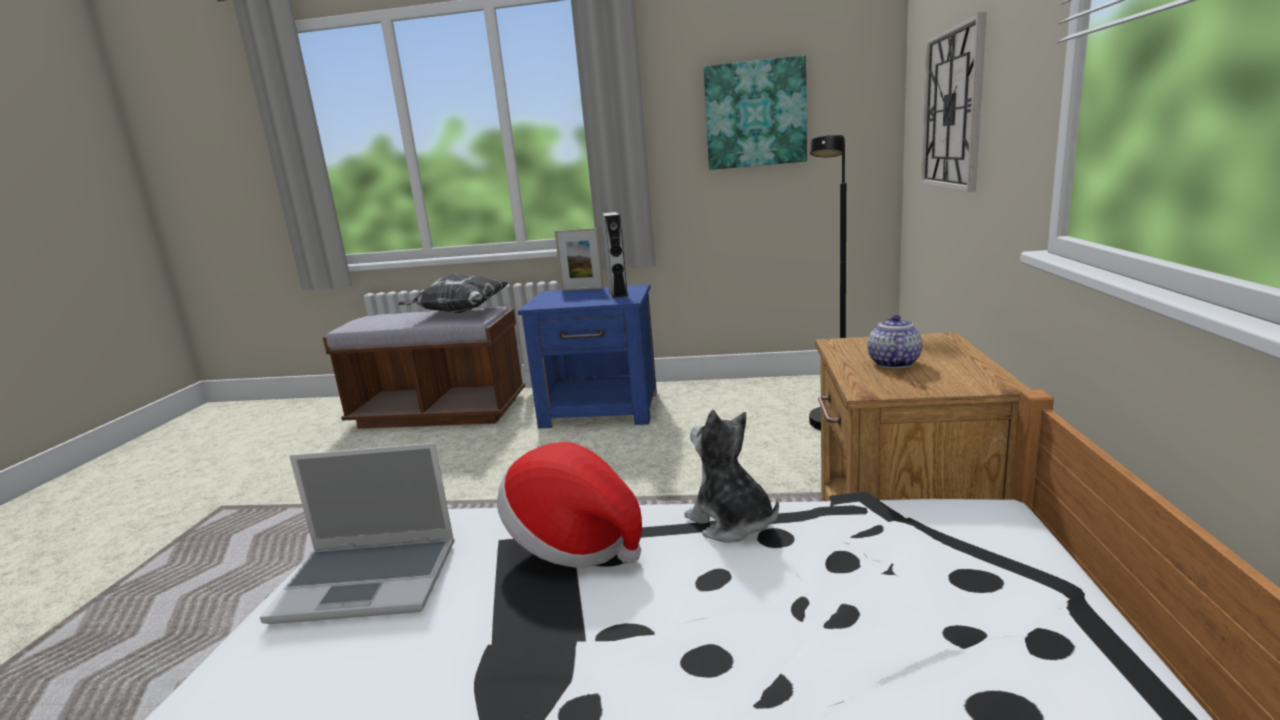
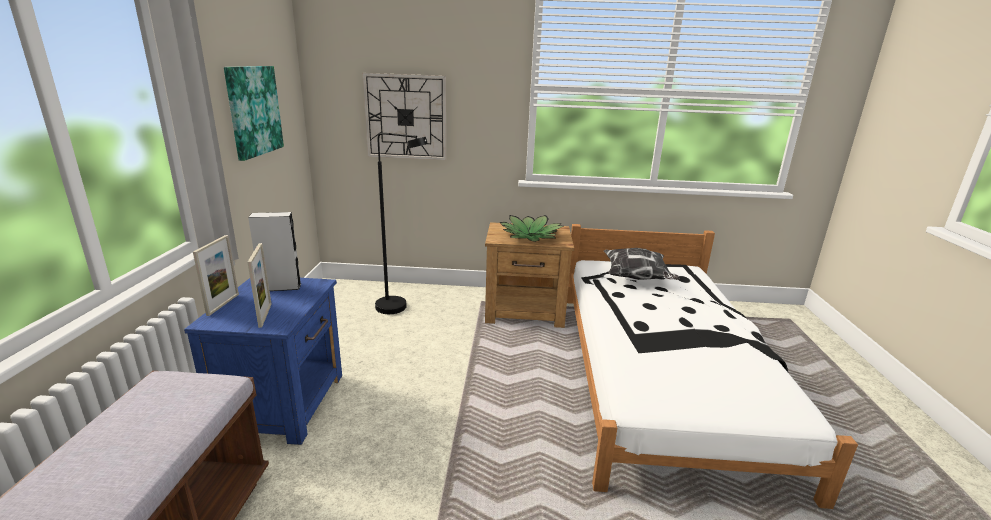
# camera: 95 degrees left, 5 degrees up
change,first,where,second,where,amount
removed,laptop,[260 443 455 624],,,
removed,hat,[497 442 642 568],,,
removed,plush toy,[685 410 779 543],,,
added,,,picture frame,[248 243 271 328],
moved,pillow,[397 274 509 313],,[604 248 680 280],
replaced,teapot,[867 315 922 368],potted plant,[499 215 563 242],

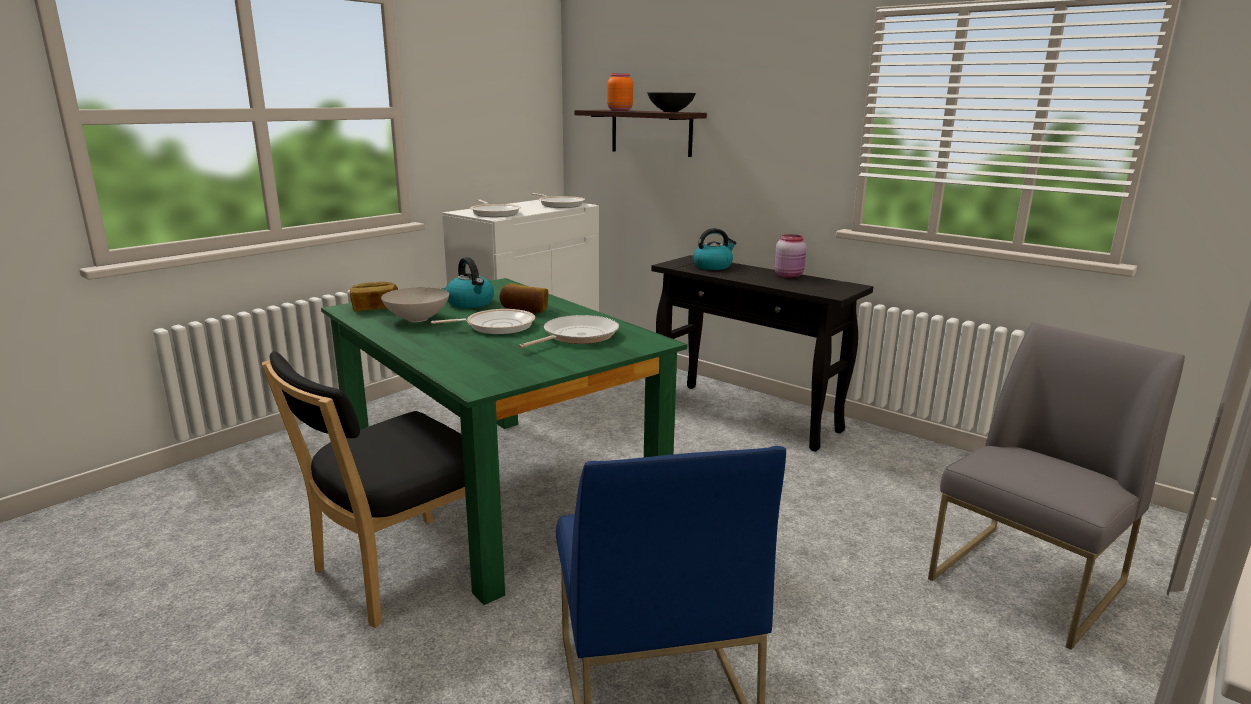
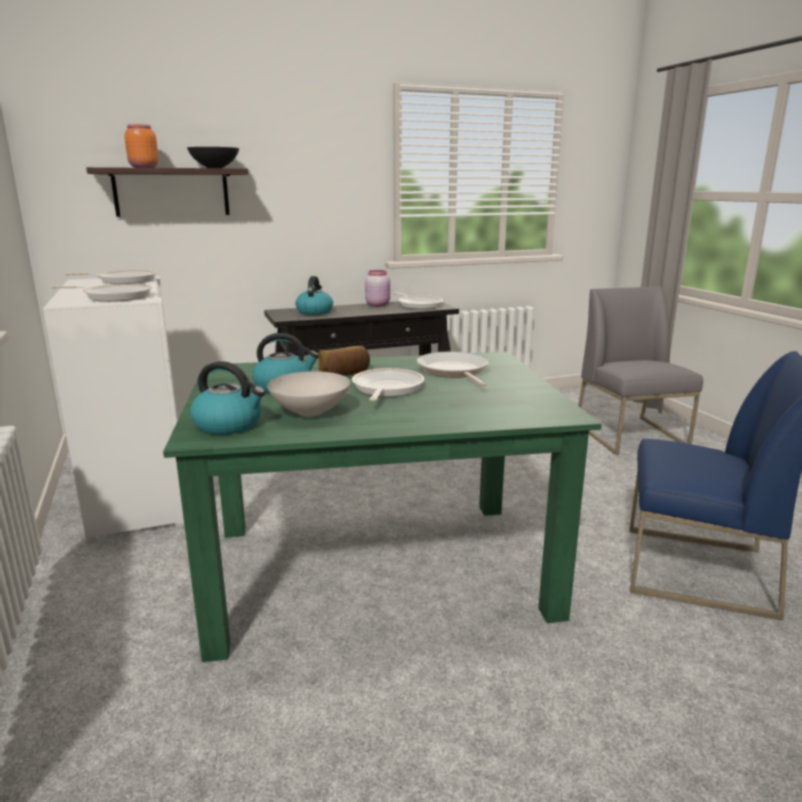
# camera: 60 degrees left, 0 degrees up
change,first,where,second,where,amount
removed,chair in black,[262 351 465 628],,,
added,,,frying pan,[393 292 443 309],
replaced,bread,[350 282 398 311],kettle,[190 361 265 435],

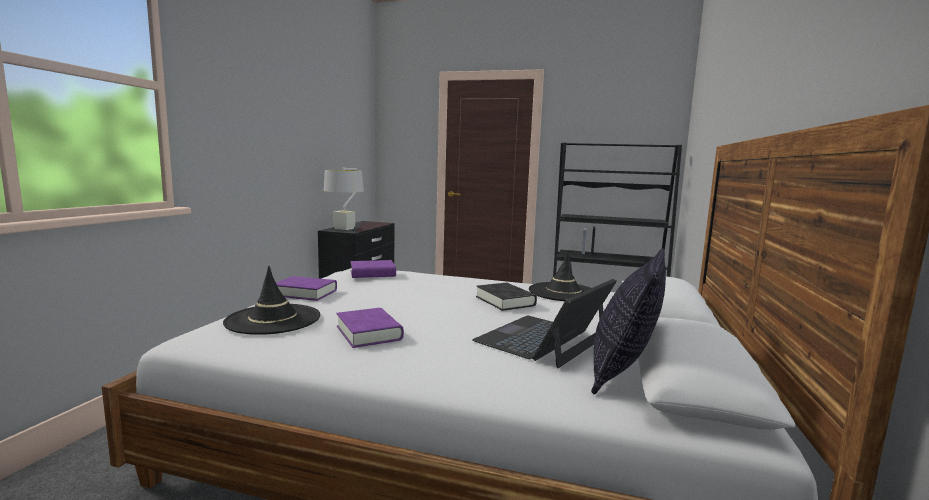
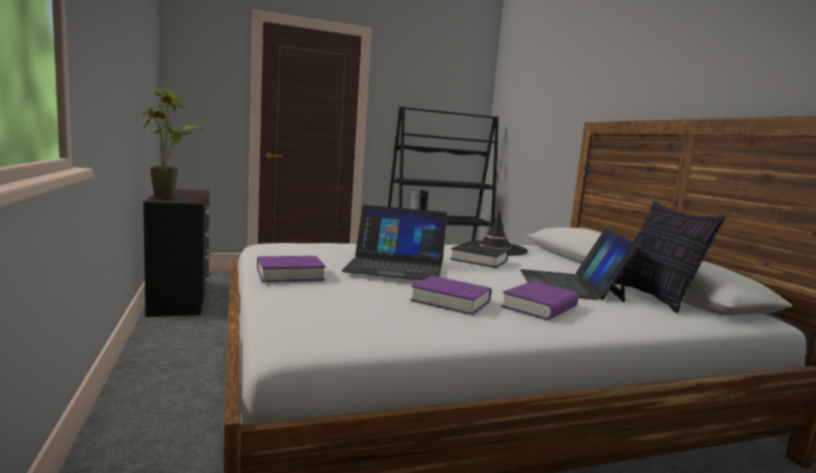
# camera: 35 degrees left, 0 degrees up
change,first,where,second,where,amount
removed,hat in black,[223 266 320 335],,,
added,,,laptop,[342 205 447 280],
moved,book in purple,[350 260 396 278],,[501 281 578 320],
replaced,table lamp in grey,[324 168 364 230],potted plant,[143 89 204 199],

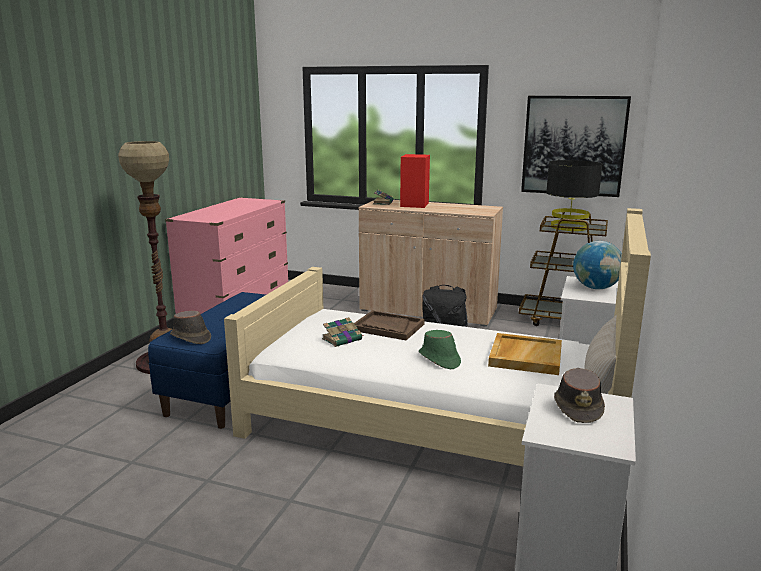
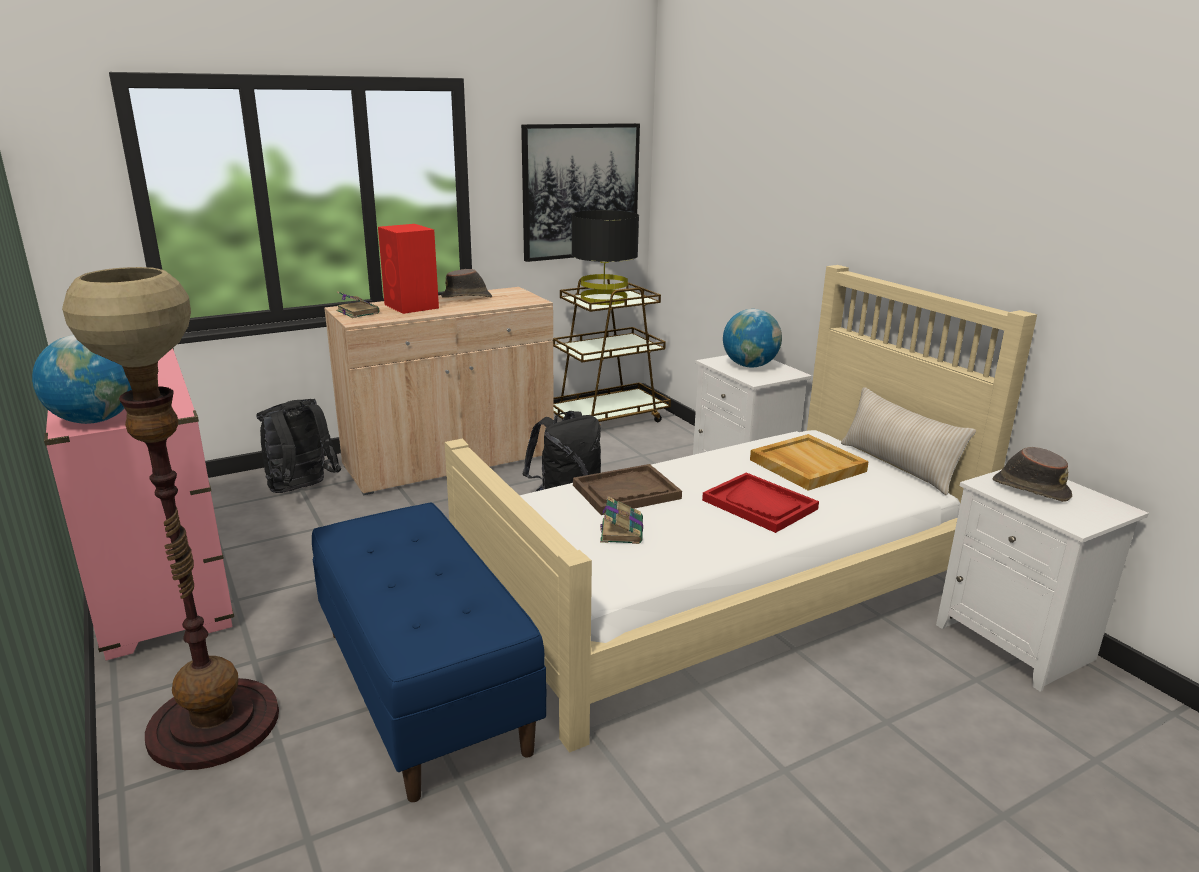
# camera: 50 degrees left, 5 degrees up
change,first,where,second,where,amount
added,,,globe,[32 335 132 424],
added,,,backpack in black,[256 399 341 493],
moved,hat in brown,[170 311 211 344],,[441 269 492 298],
replaced,hat in green,[419 330 461 369],tray in red,[702 473 819 533],

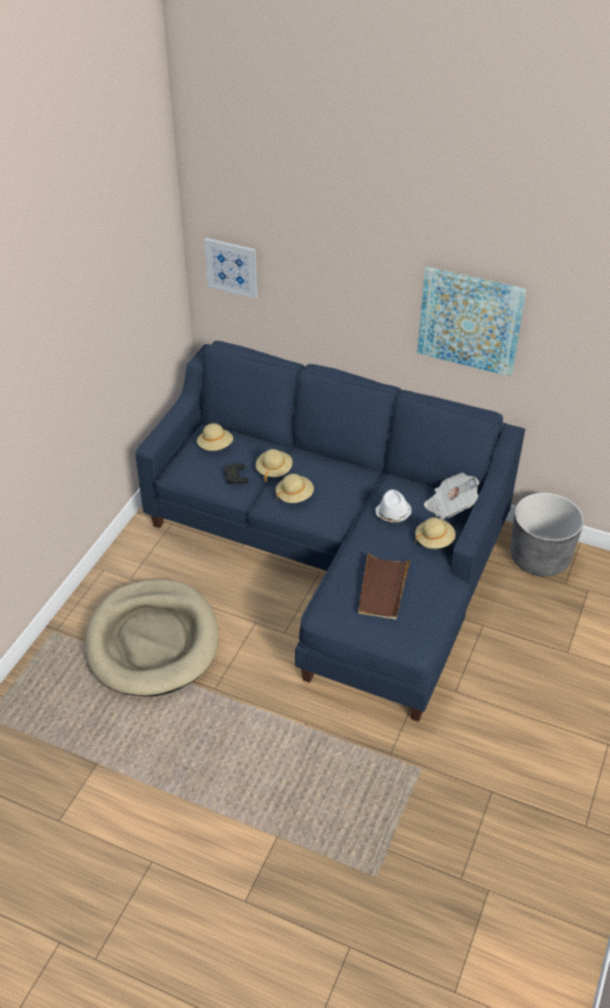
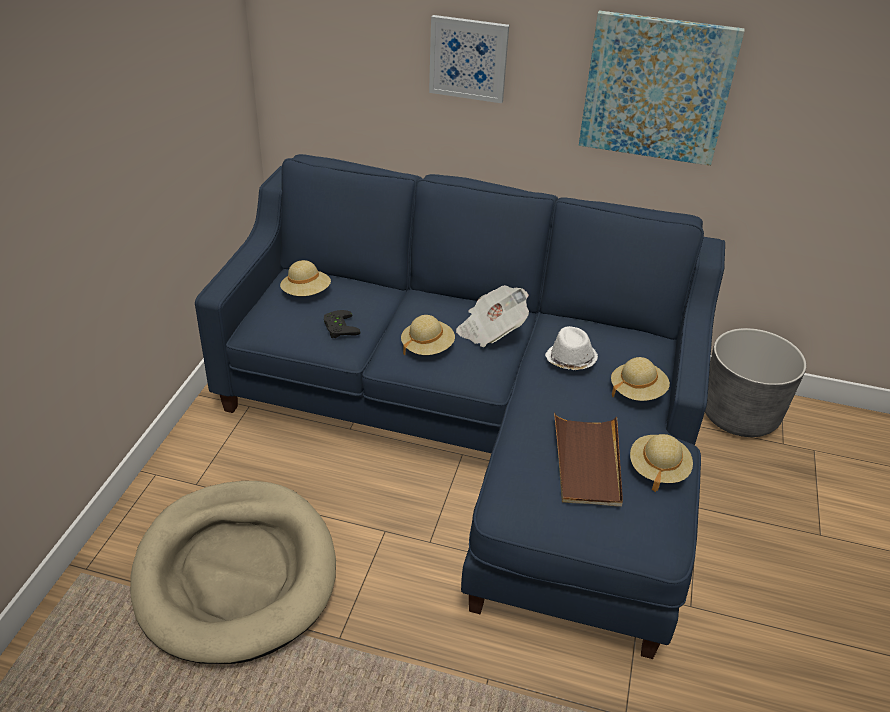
# camera: 10 degrees left, 5 degrees down
change,first,where,second,where,amount
moved,picture,[204 238 257 299],,[429 15 509 103],
moved,hat in beige,[256 449 293 482],,[630 434 693 492],
moved,newspaper,[424 473 480 520],,[456 285 529 347],

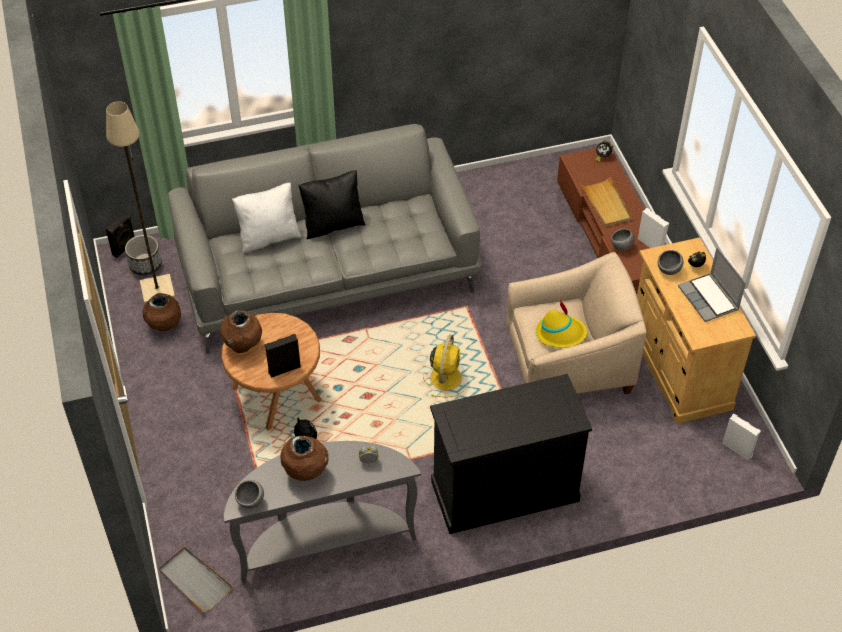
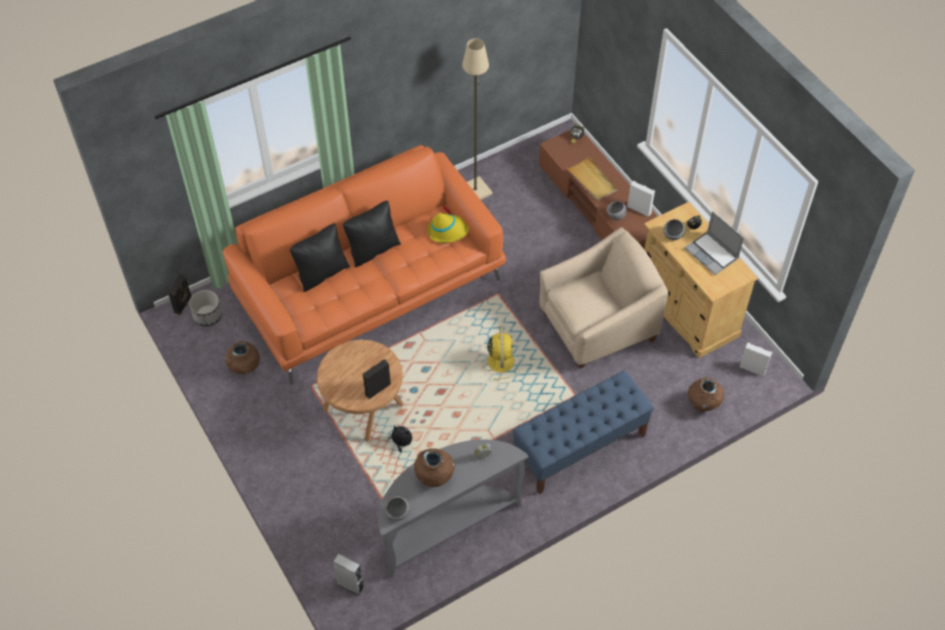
# camera: 15 degrees left, 5 degrees up
change,first,where,second,where,amount
moved,floor lamp in beige,[106 101 175 304],,[462 38 493 200],
moved,vase in brown,[220 310 262 353],,[688 378 724 412],
moved,hat in yellow,[536 300 587 348],,[428 203 469 243],
replaced,tray in grey,[159 547 233 613],speaker in grey,[333 554 364 595],
replaced,cabinet in black,[430 374 592 534],bench in blue,[512 370 654 494],
recoloured,sofa in grey,[168 124 482 354],sofa in orange,[223 145 506 385],
recoloured,pillow in white,[232 183 301 253],pillow in black,[290 224 350 292],

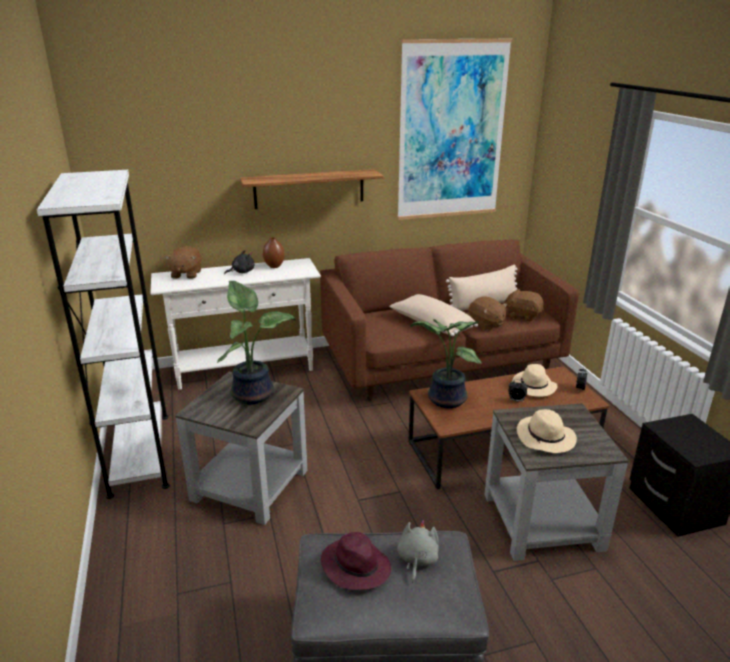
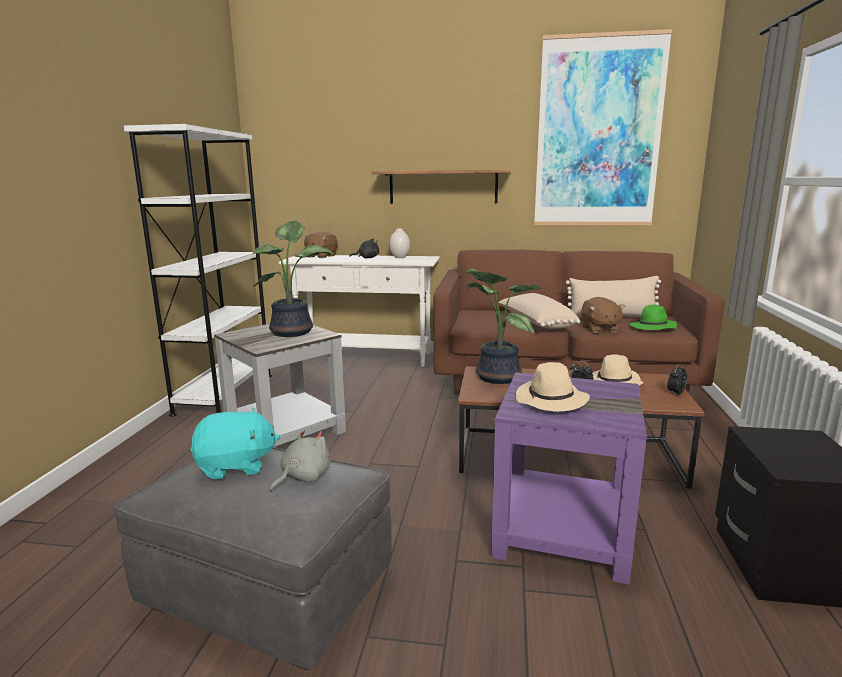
# camera: 25 degrees right, 10 degrees down
change,first,where,second,where,amount
replaced,hat in purple,[321 532 391 590],plush toy in turquoise,[190 407 280 480],
replaced,plush toy in brown,[504 289 544 322],hat in green,[629 305 677 330],
recoloured,vase in brown,[263 237 285 268],vase in white,[389 229 410 258],
recoloured,side table in grey,[484 403 629 561],side table in purple,[491 372 647 584],

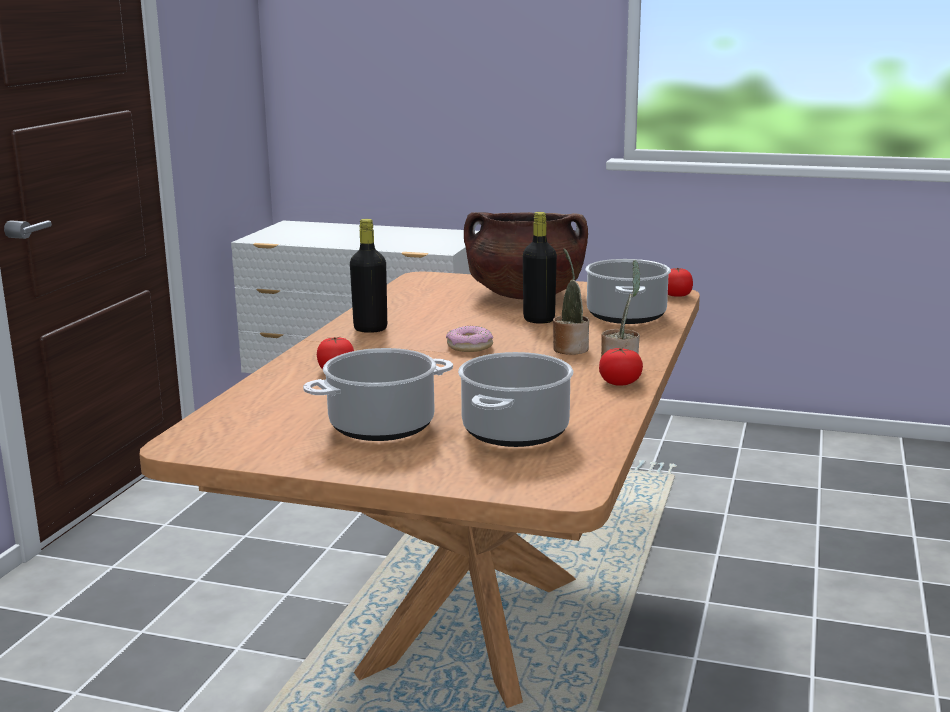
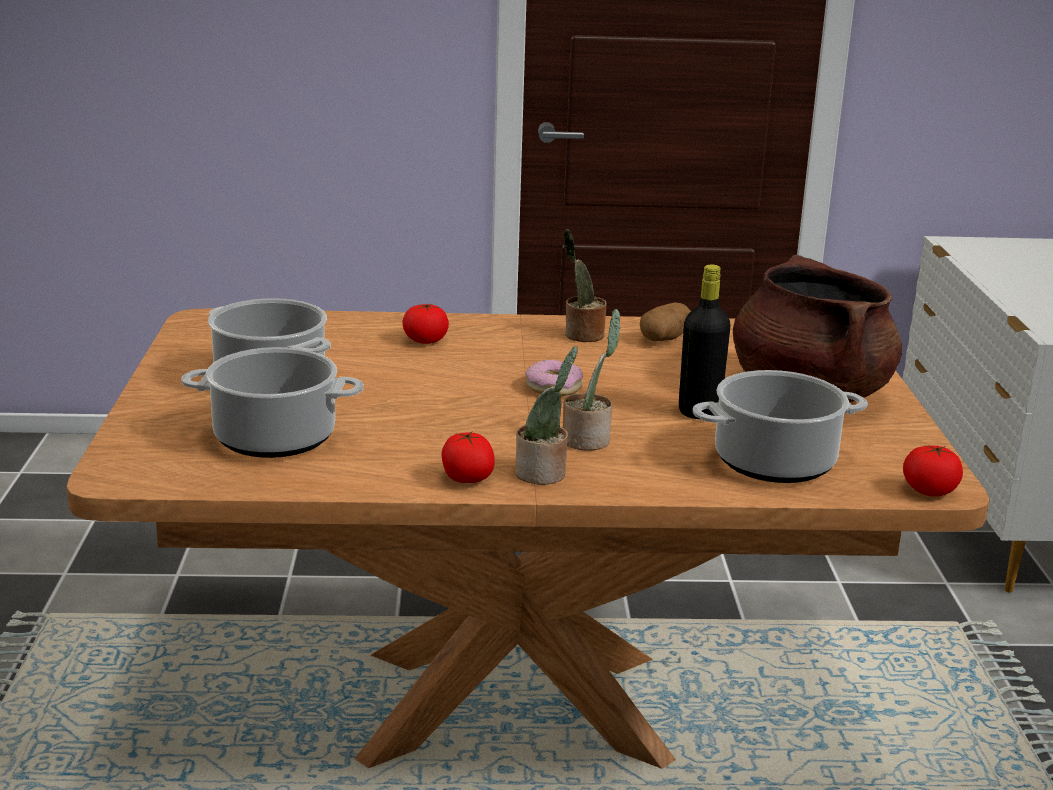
# camera: 70 degrees right, 5 degrees up
change,first,where,second,where,amount
added,,,potato,[640 303 691 341],
replaced,bottle in black,[350 219 387 333],potted plant,[564 229 606 342],

